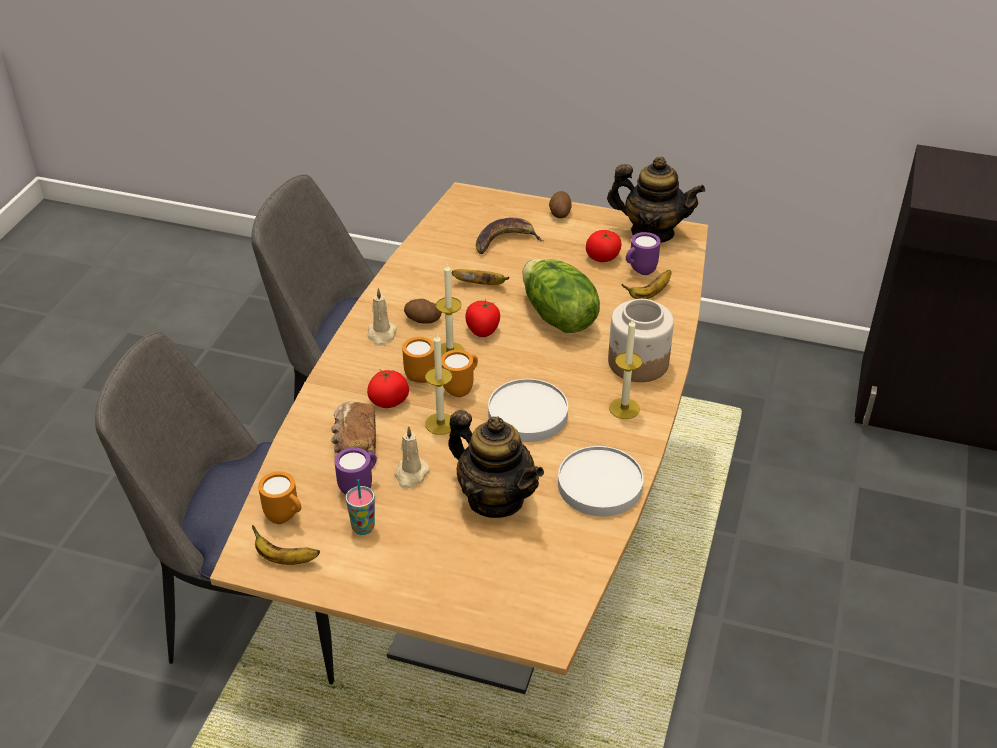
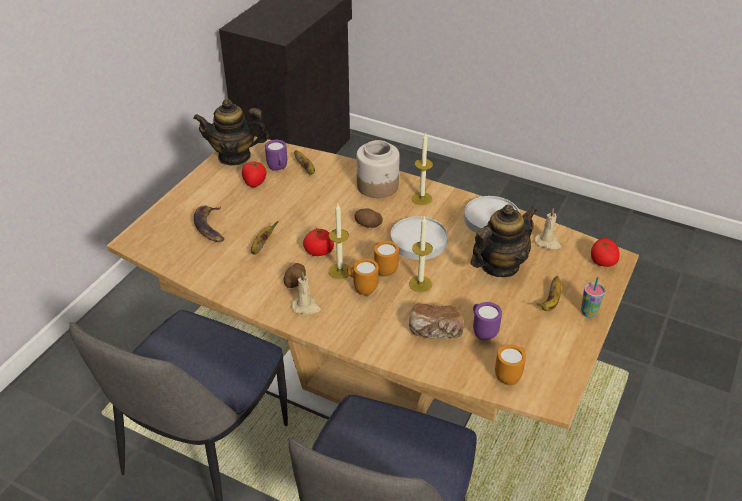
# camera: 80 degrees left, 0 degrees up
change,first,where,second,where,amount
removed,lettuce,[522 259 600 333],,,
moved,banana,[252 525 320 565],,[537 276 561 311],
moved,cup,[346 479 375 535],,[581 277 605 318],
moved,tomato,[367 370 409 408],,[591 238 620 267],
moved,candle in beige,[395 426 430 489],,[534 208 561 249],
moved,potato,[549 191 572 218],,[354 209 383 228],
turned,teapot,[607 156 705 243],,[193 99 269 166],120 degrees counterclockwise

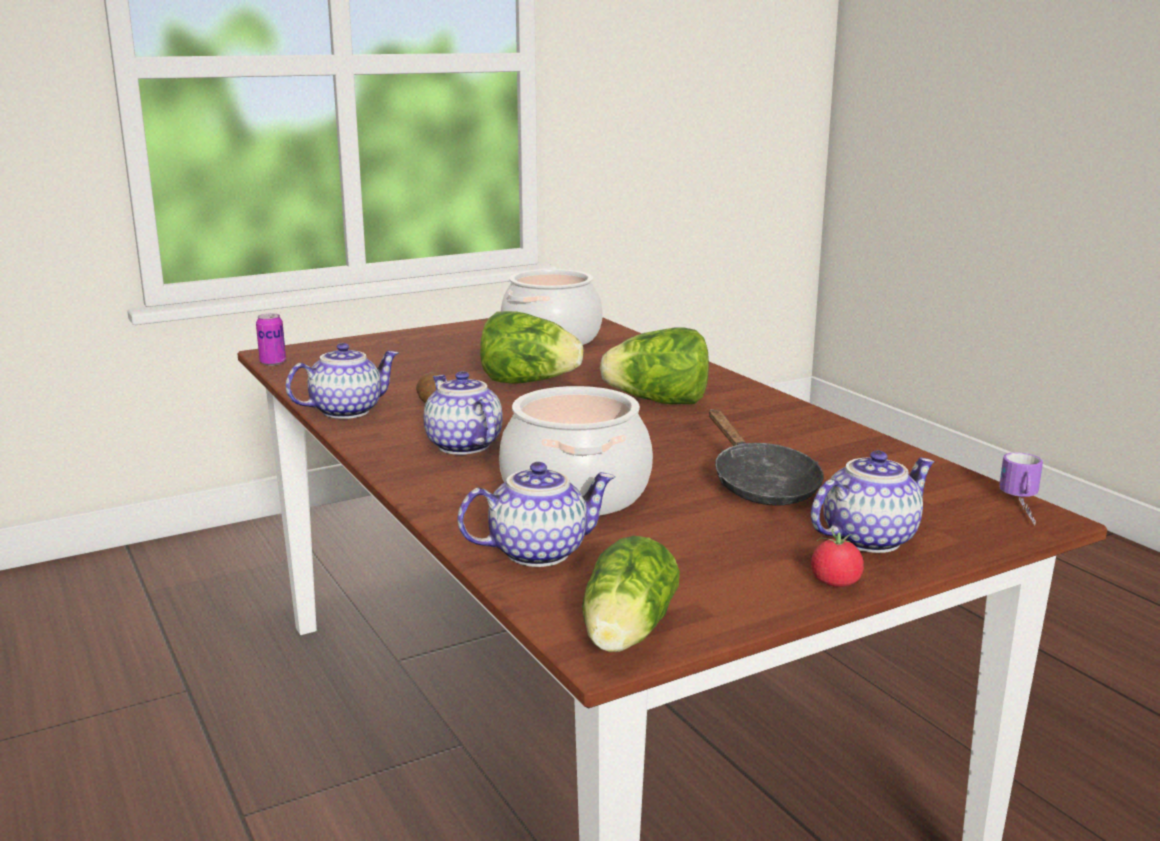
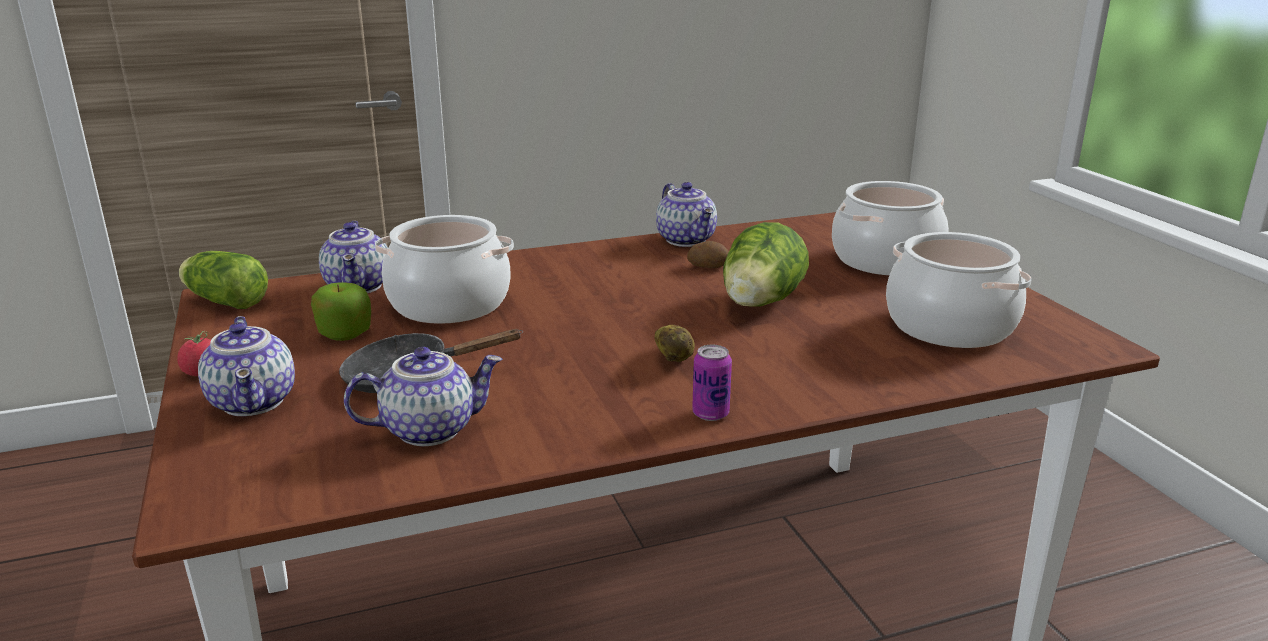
# camera: 100 degrees right, 5 degrees up
change,first,where,second,where,amount
removed,mug,[999 452 1043 526],,,
added,,,apple,[311 282 371 341],
added,,,cooking pot,[832 181 949 275],
moved,can,[256 313 286 366],,[692 345 732 421],
moved,teapot,[424 371 503 455],,[344 347 502 446],
replaced,lettuce,[600 328 709 405],potato,[655 325 695 362],

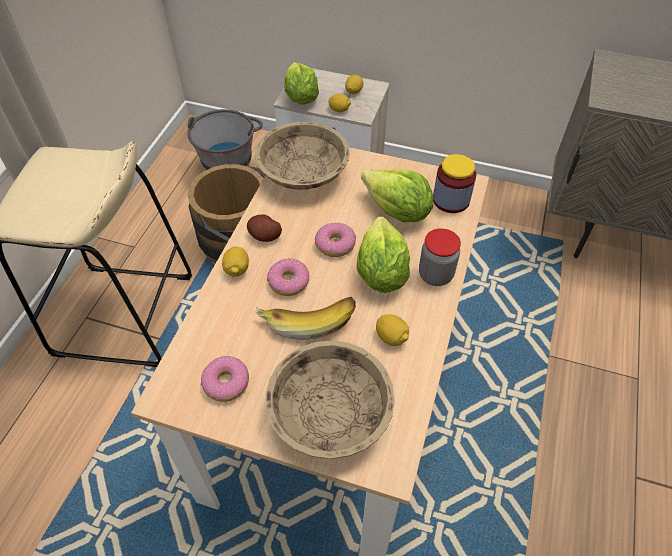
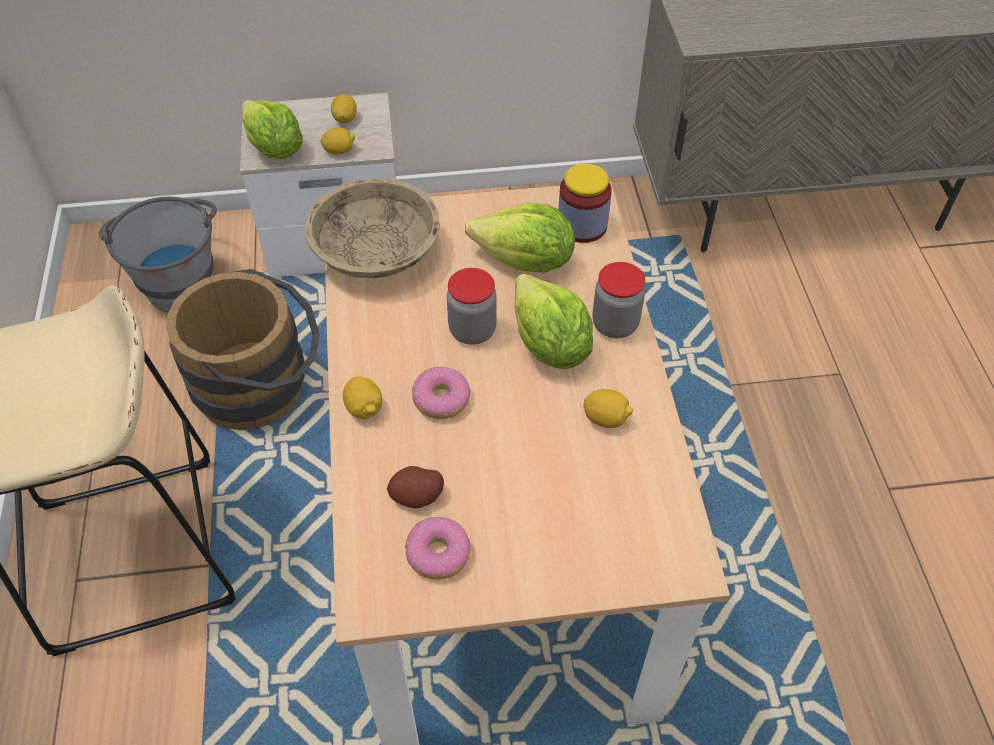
# camera: 25 degrees left, 0 degrees up
change,first,where,second,where,amount
removed,banana,[256 297 356 340],,,
removed,bowl in beige,[265 340 395 459],,,
moved,potato,[247 214 282 242],,[387 466 444 508],
replaced,donut,[315 222 356 257],jar,[447 268 497 345],

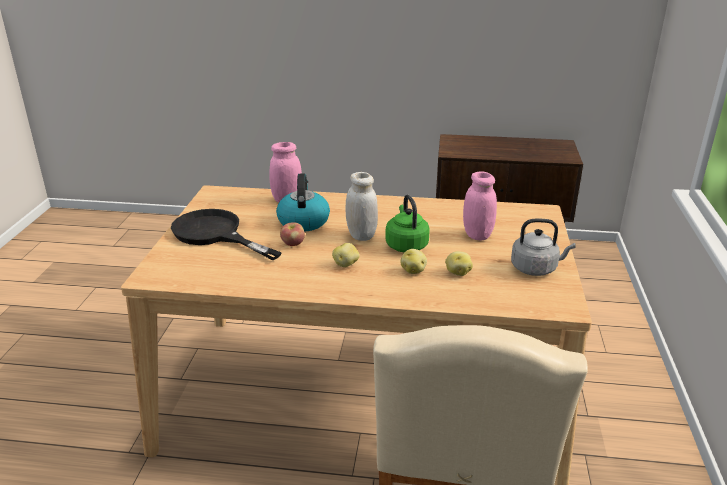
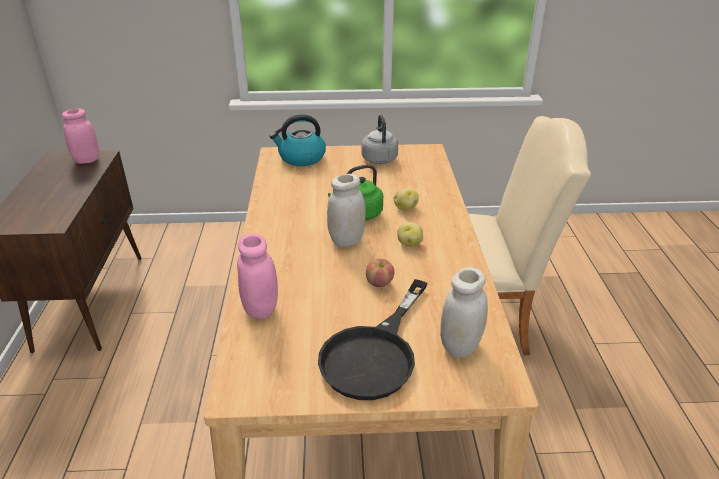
# camera: 100 degrees left, 5 degrees up
change,first,where,second,where,amount
removed,potato,[445 251 473 276],,,
added,,,jar in white,[440 267 488 358],
moved,kettle,[276 173 330 232],,[270 114 326 166],
moved,jar in pink,[463 171 497 240],,[62 109 99 164],

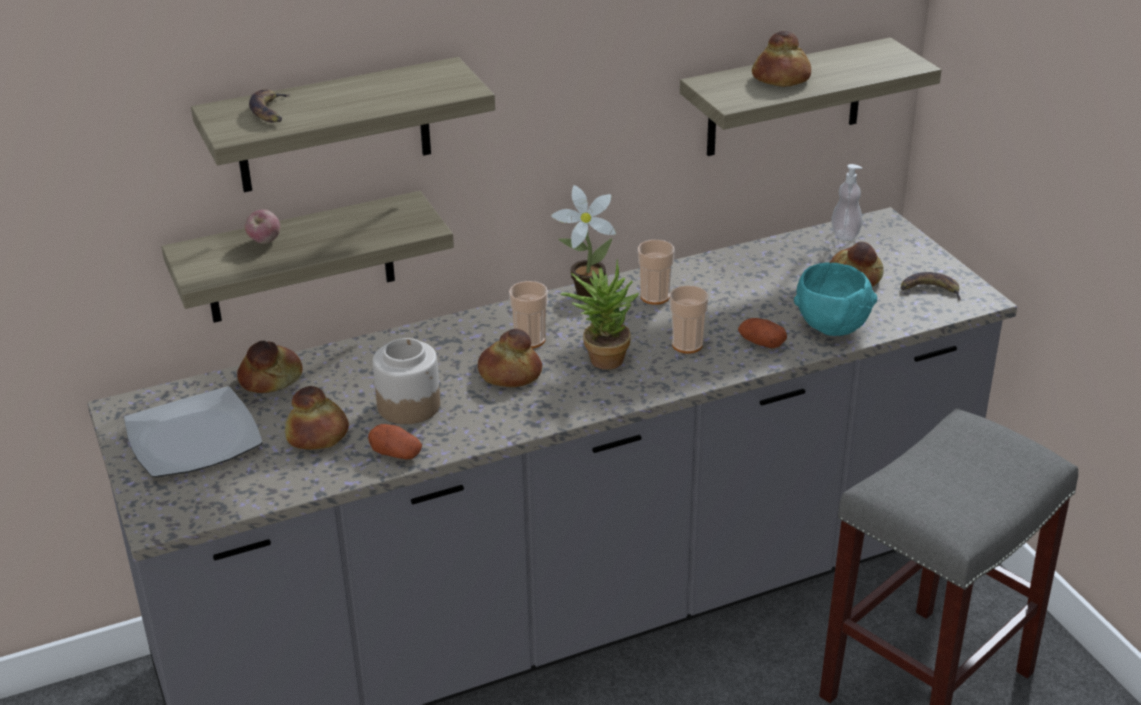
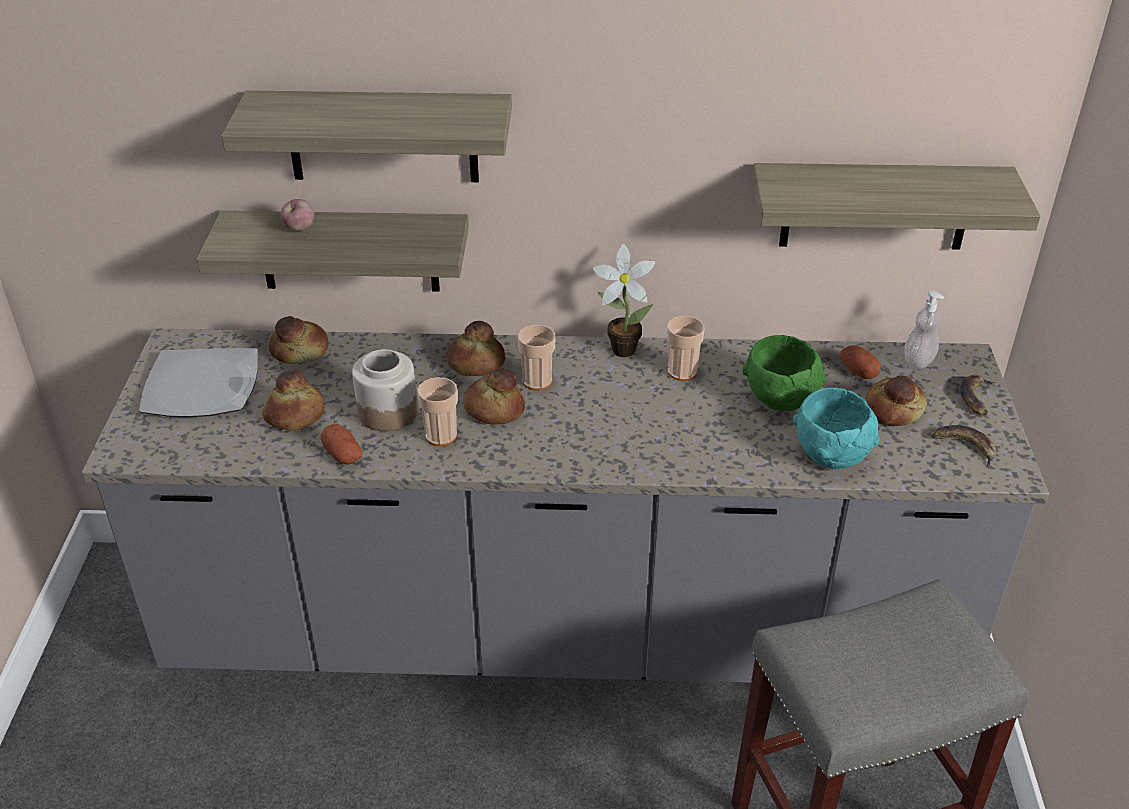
# camera: 25 degrees right, 5 degrees up
change,first,where,second,where,amount
removed,potted plant,[561 259 639 370],,,
added,,,bowl in green,[742 335 827 411],
moved,banana,[249 89 291 122],,[960 375 995 415],
moved,cup,[670 285 709 354],,[417 377 458 446],
moved,potato,[738 318 787 349],,[840 345 881 379],
moved,bread,[752 31 811 87],,[445 321 505 376],

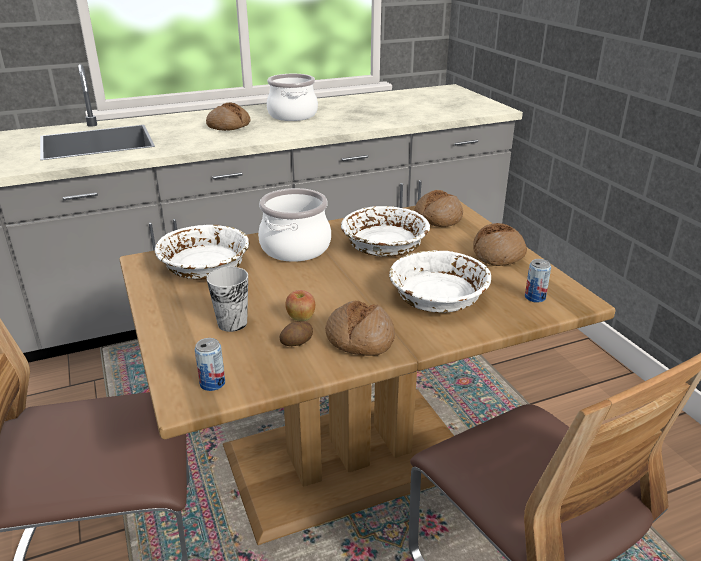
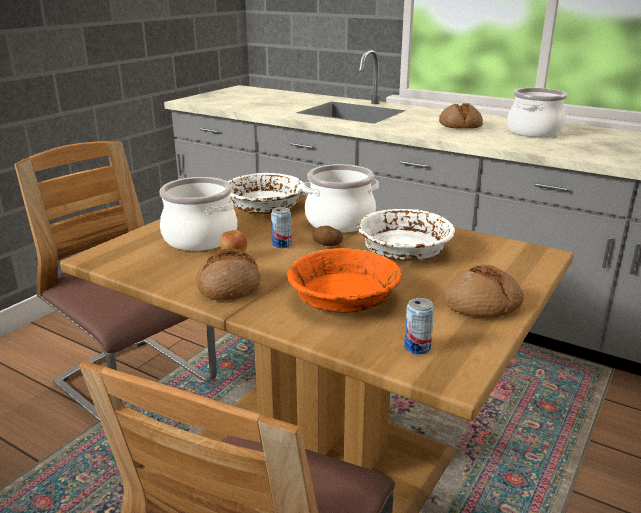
# camera: 55 degrees right, 5 degrees down
change,first,where,second,where,amount
removed,bread,[414 190 463 227],,,
moved,can,[195 338 225 391],,[271 207 292 248],
moved,potato,[280 321 313 346],,[312 226 343 246],
replaced,cup,[207 267 248 332],cooking pot,[160 177 237 251],
recoloured,bowl in white,[389 250 491 313],bowl in orange,[287 248 402 313],

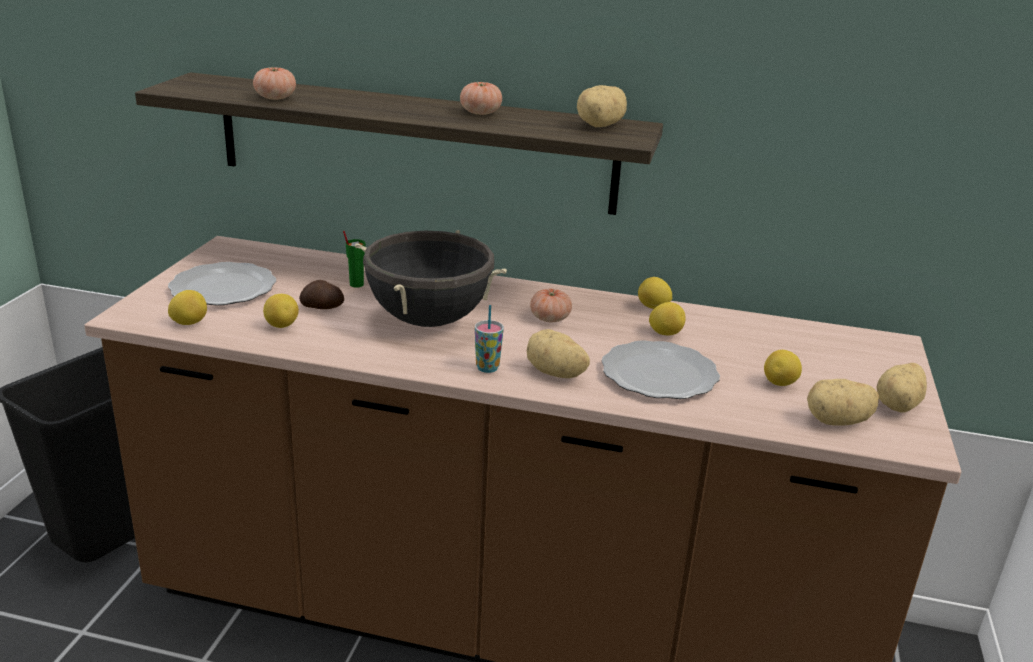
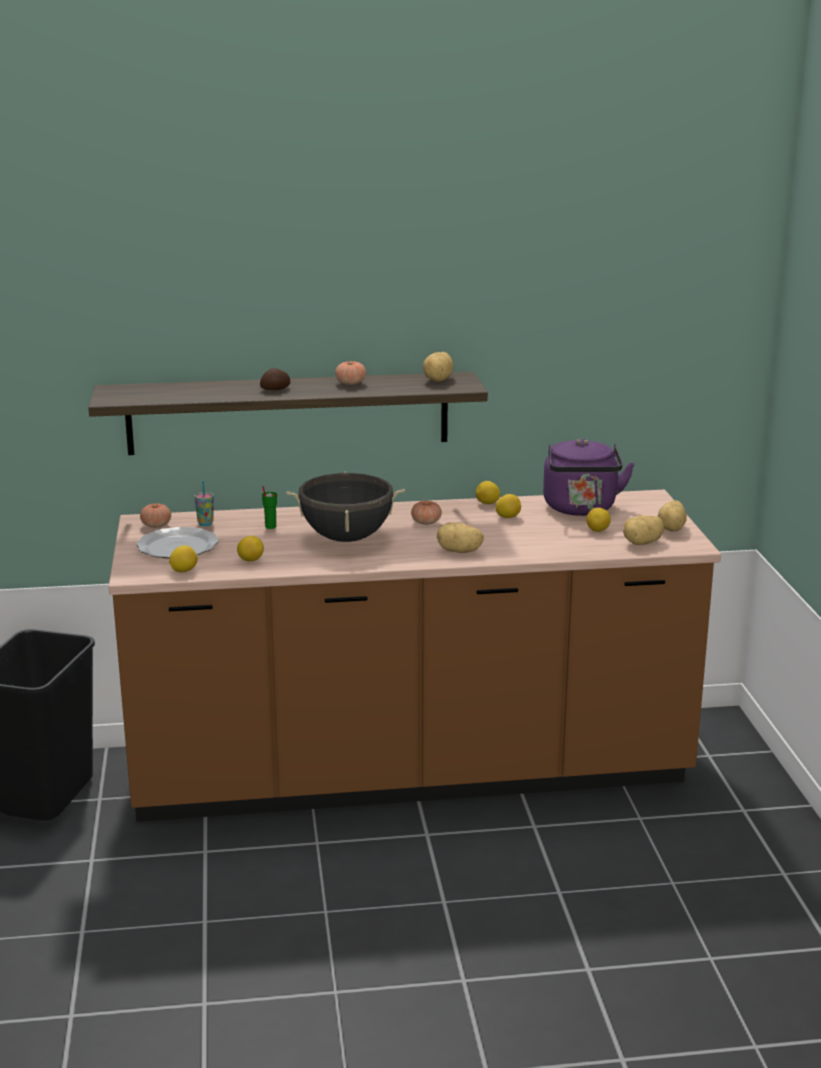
# camera: 20 degrees left, 5 degrees down
change,first,where,second,where,amount
removed,plate,[601 340 720 399],,,
added,,,kettle in purple,[543 439 635 516],
moved,tomato,[253 66 296 100],,[140 503 171 528],
moved,potato,[299 280 344 309],,[260 368 290 390],
moved,cup,[475 305 504 373],,[194 481 214 526],

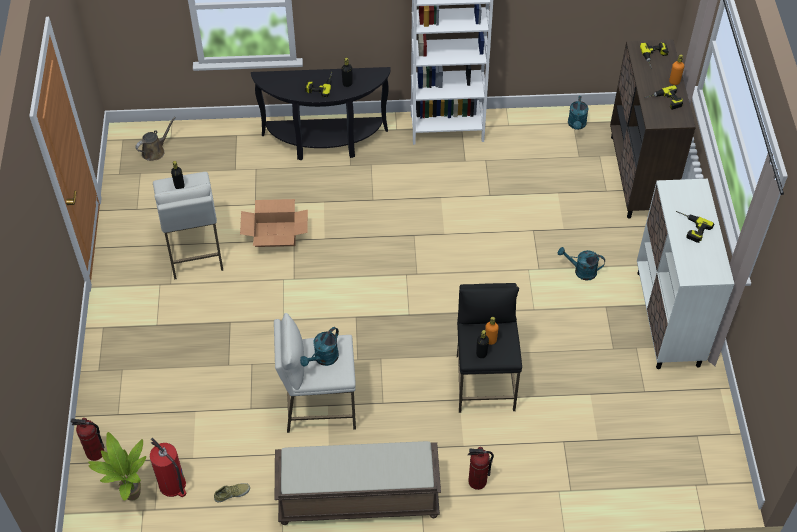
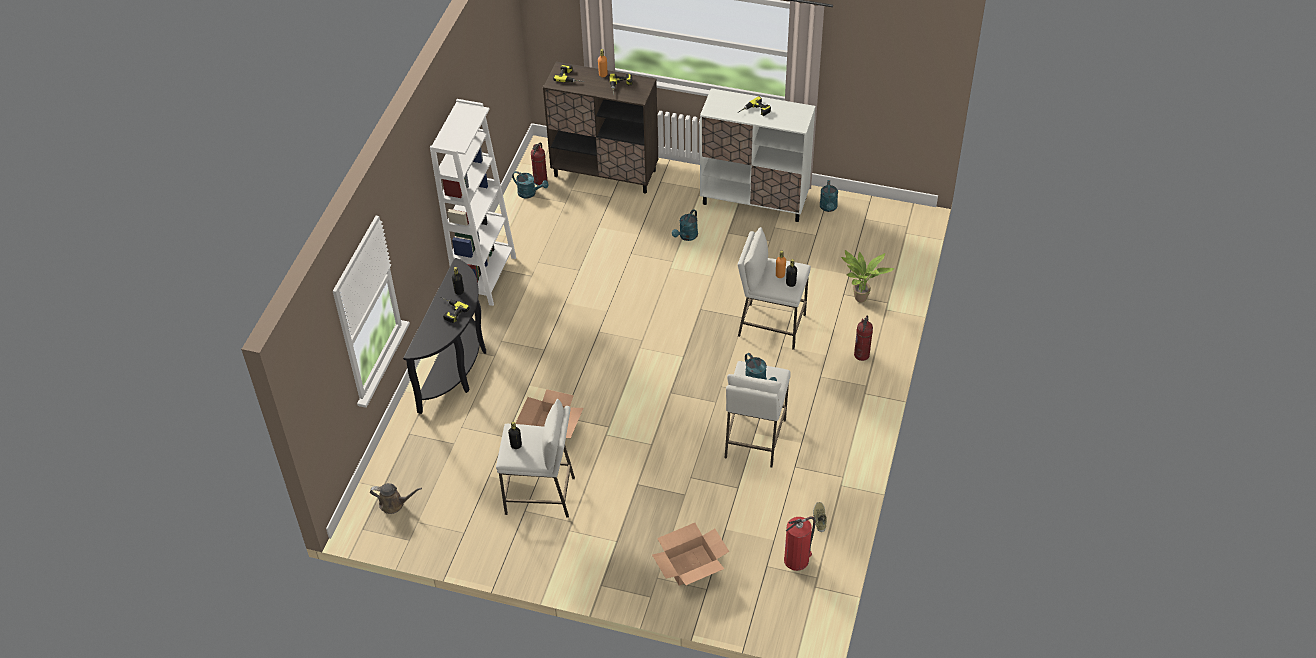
# camera: 70 degrees left, 5 degrees down
change,first,where,second,where,amount
removed,bench in brown,[275 441 441 525],,,
added,,,cardboard box,[652 523 729 586],
added,,,watering can in turquoise,[820 180 838 212],
moved,fire extinguisher,[71 418 105 461],,[531 143 547 185],
moved,potted plant,[88 432 146 501],,[841 250 894 302],
recoloured,stool in black,[457 283 522 413],stool in white,[738 227 811 350],
turned,watering can in brown,[135 117 176 161],,[370 483 422 514],120 degrees clockwise

